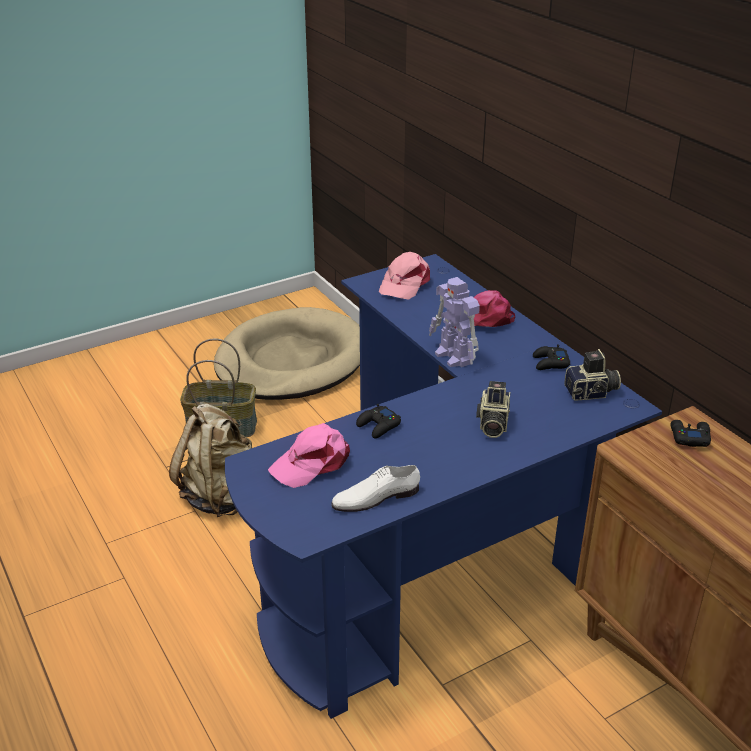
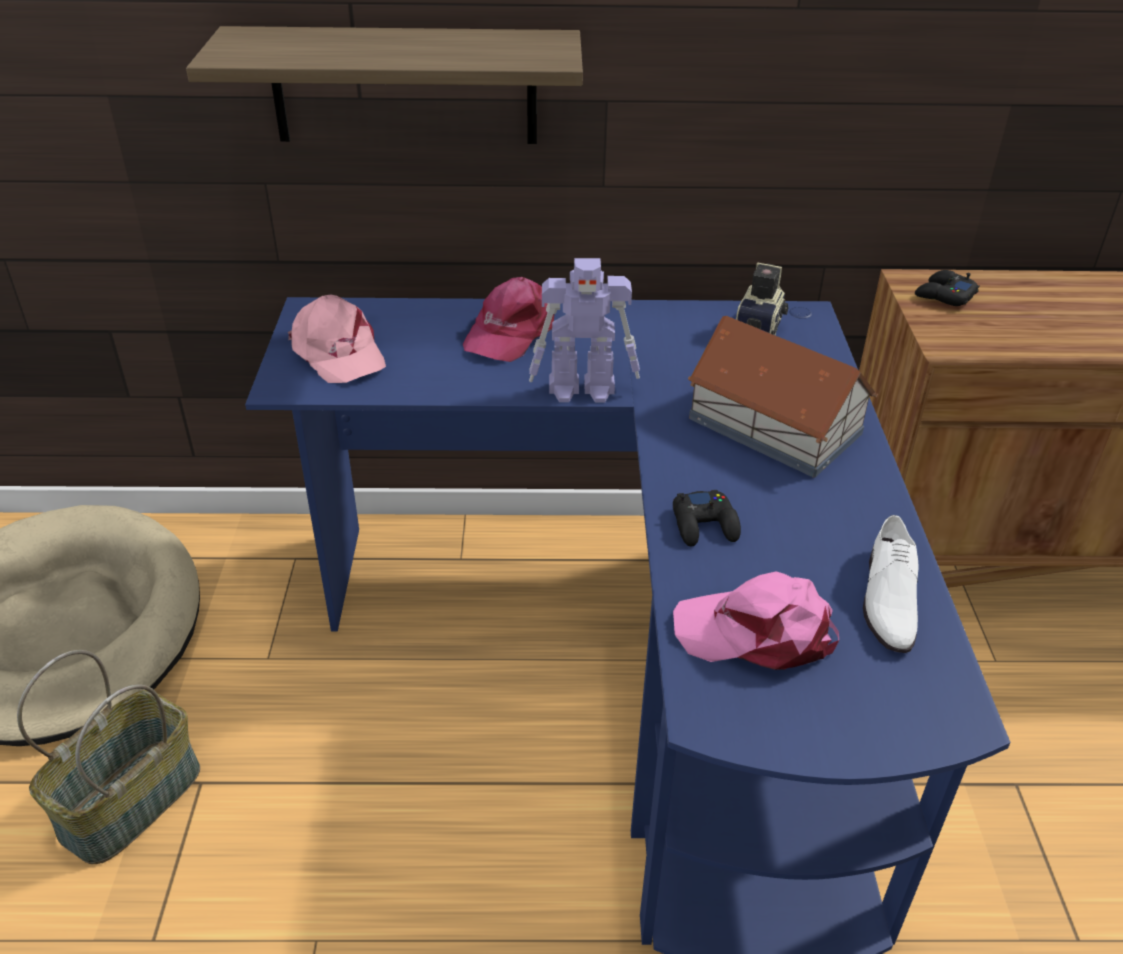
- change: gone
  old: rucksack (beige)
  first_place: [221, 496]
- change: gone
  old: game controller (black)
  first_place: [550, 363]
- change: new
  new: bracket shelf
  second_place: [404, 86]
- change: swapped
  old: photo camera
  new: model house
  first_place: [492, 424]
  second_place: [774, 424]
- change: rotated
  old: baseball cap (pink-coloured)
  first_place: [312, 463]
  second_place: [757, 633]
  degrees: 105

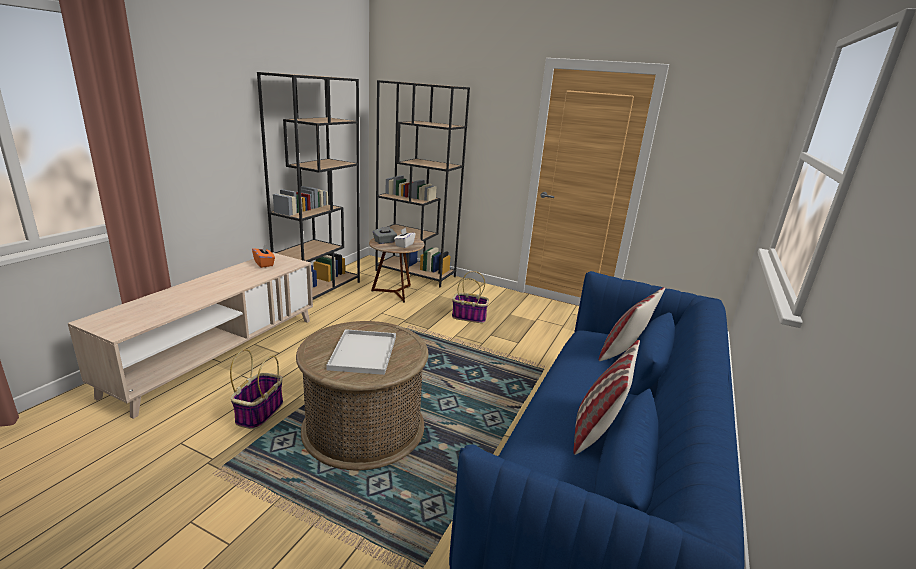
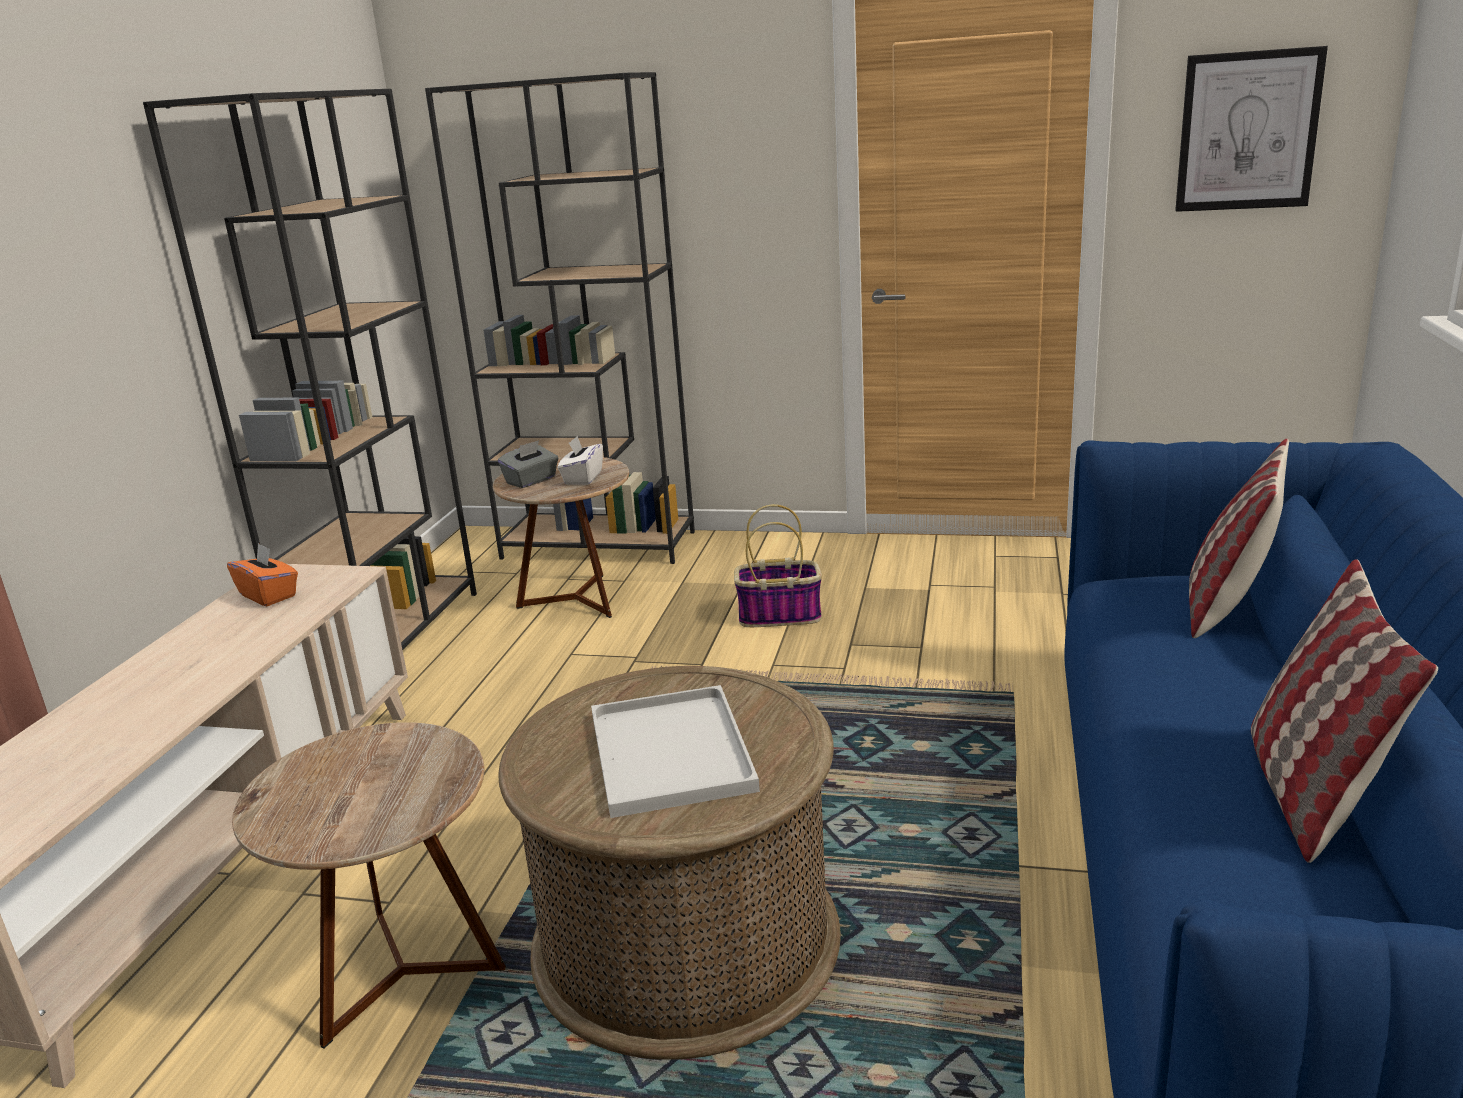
- change: new
  new: picture
  second_place: [1247, 131]
- change: swapped
  old: basket
  new: side table (brownish)
  first_place: [260, 412]
  second_place: [404, 974]

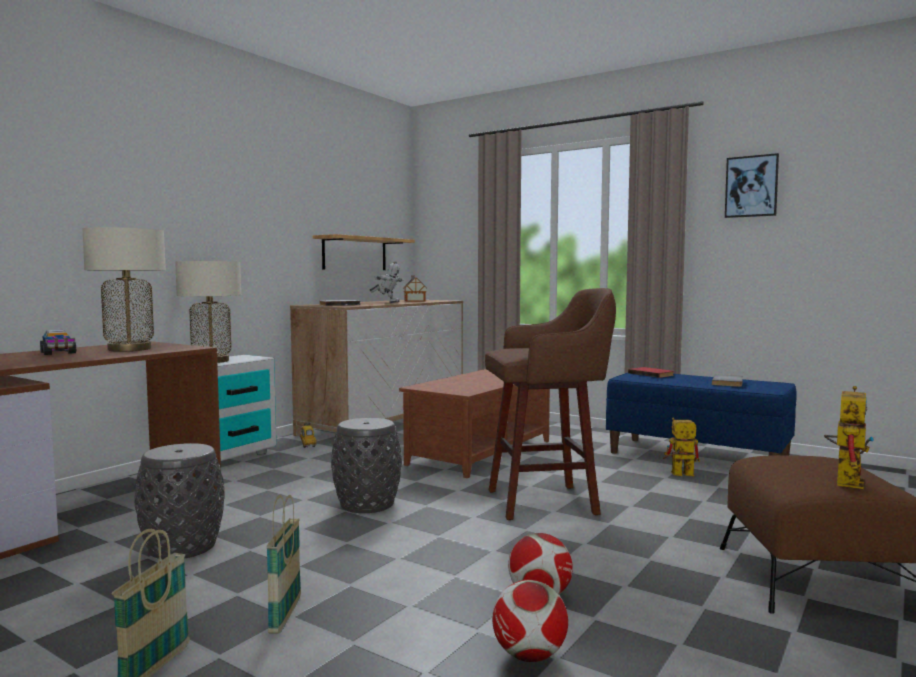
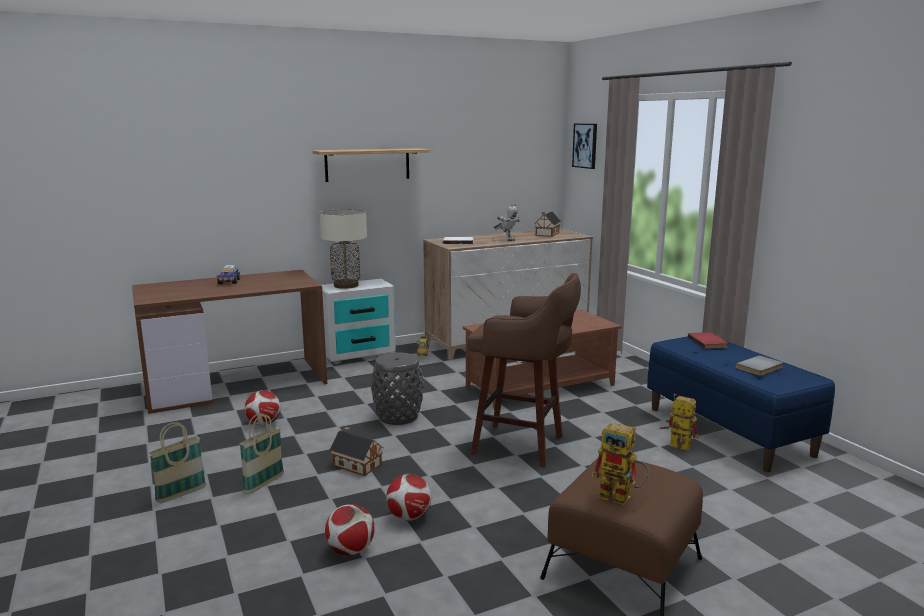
- change: gone
  old: tabletop lamp
  first_place: [129, 349]
- change: new
  new: model house
  second_place: [356, 464]
- change: shifted
  old: bracket shelf
  first_place: [355, 254]
  second_place: [367, 164]
- change: shifted
  old: picture
  first_place: [751, 186]
  second_place: [585, 145]
- change: swapped
  old: sitting stool (greyish)
  new: ball for football
  first_place: [182, 547]
  second_place: [263, 423]
- change: rotated
  old: model robot
  first_place: [845, 480]
  second_place: [622, 497]
  degrees: 60

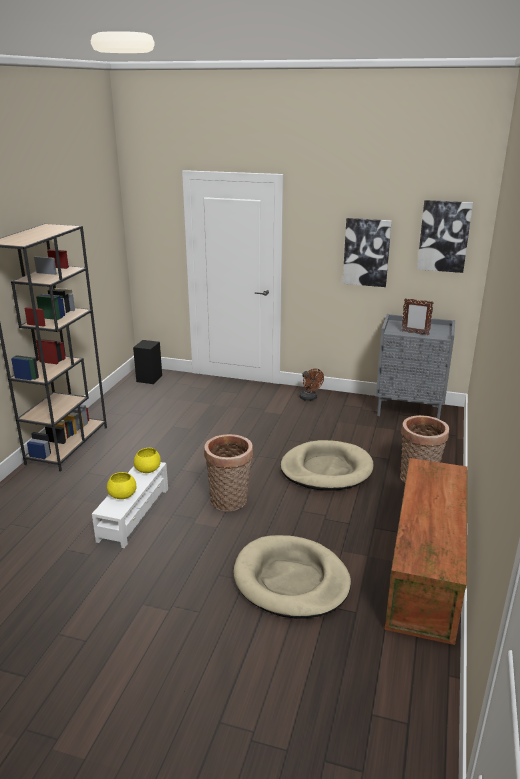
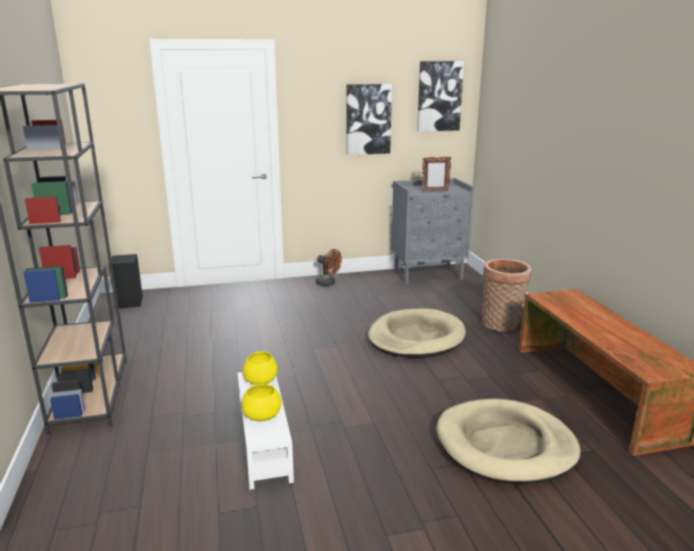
- change: gone
  old: basket
  first_place: [229, 502]

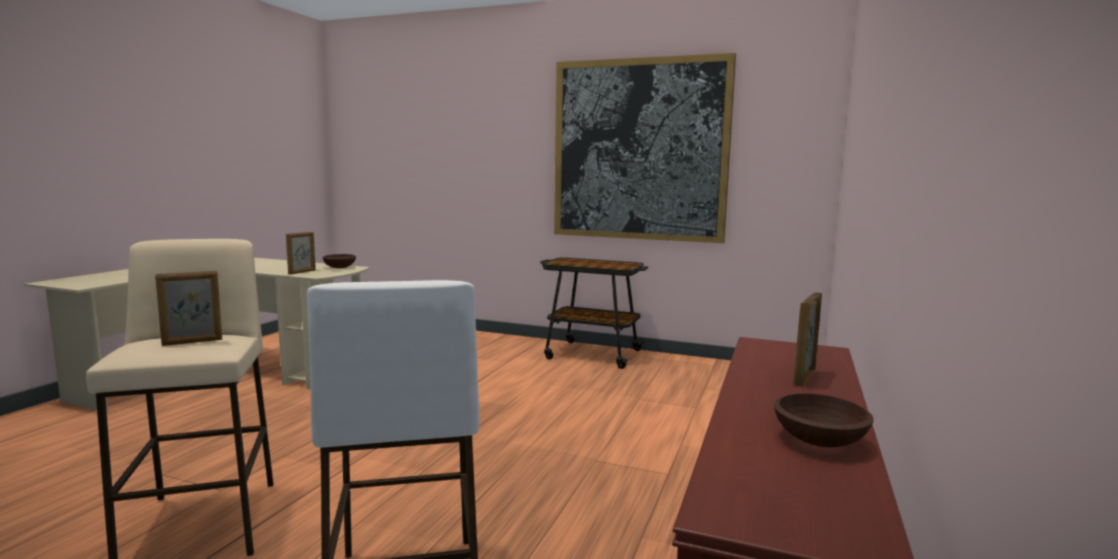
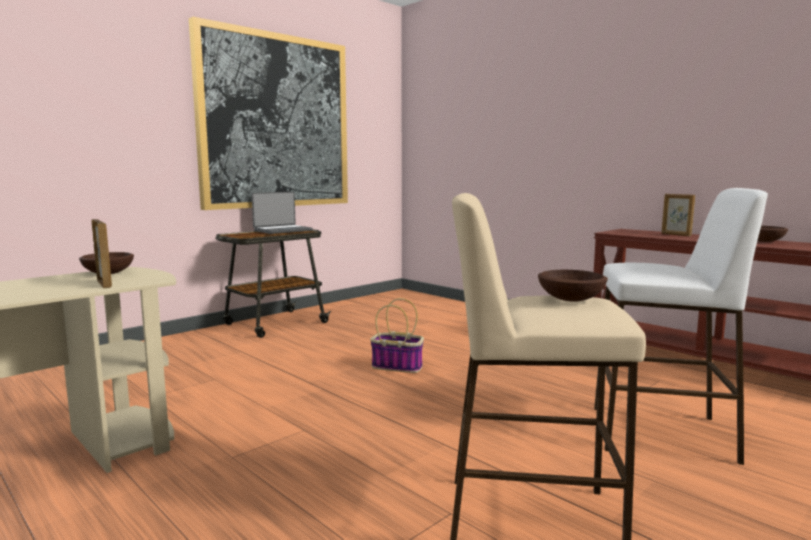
- change: new
  new: laptop
  second_place: [282, 230]
- change: new
  new: basket
  second_place: [398, 366]
- change: swapped
  old: photo frame
  new: deep dish (brownish)
  first_place: [192, 342]
  second_place: [569, 299]

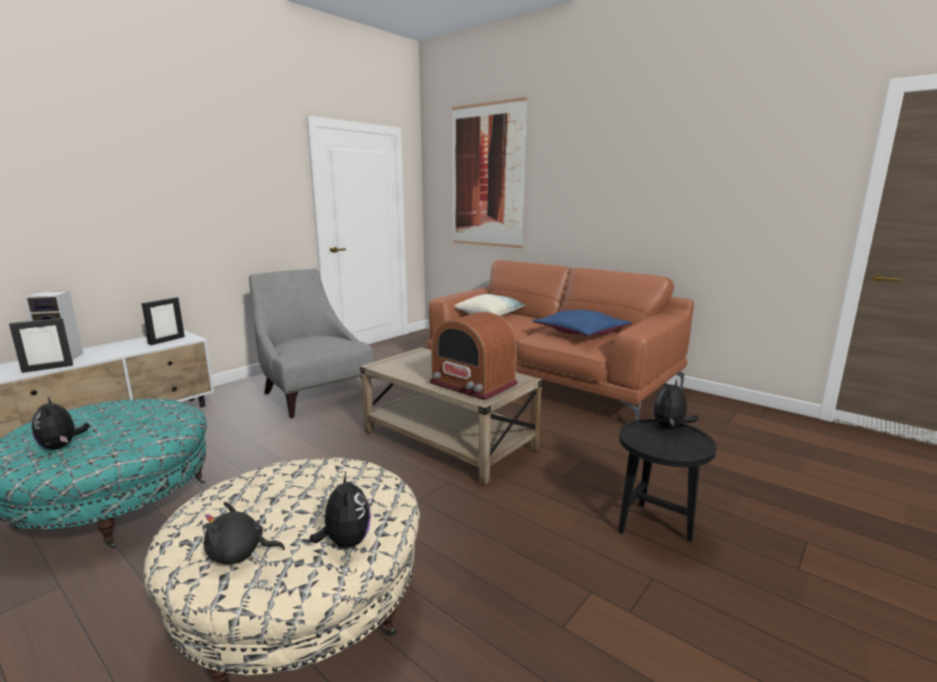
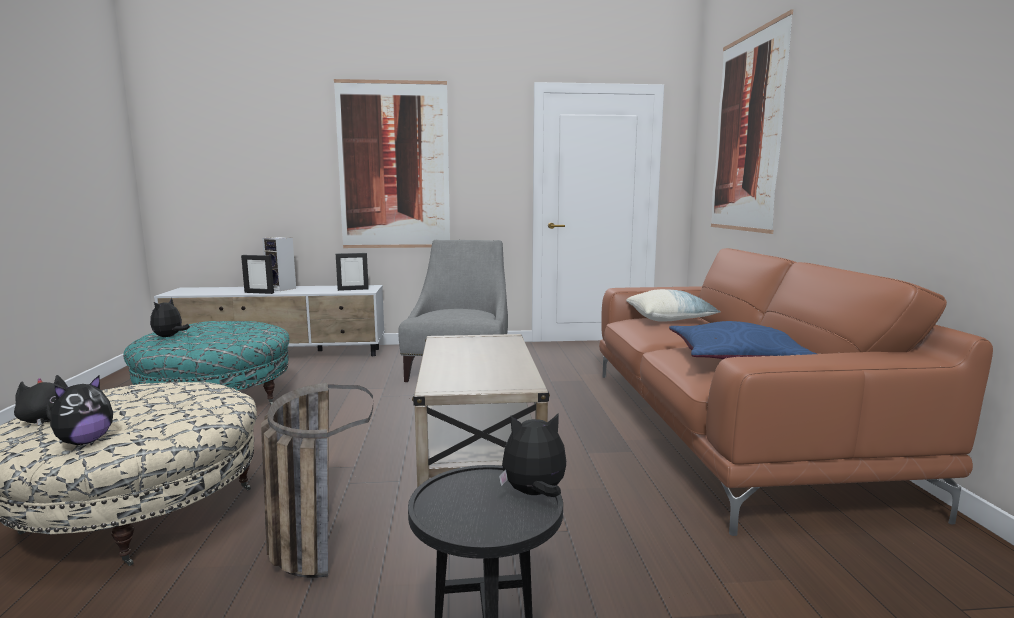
- change: gone
  old: radio set
  first_place: [473, 384]
- change: new
  new: basket
  second_place: [311, 537]
- change: new
  new: picture
  second_place: [394, 166]

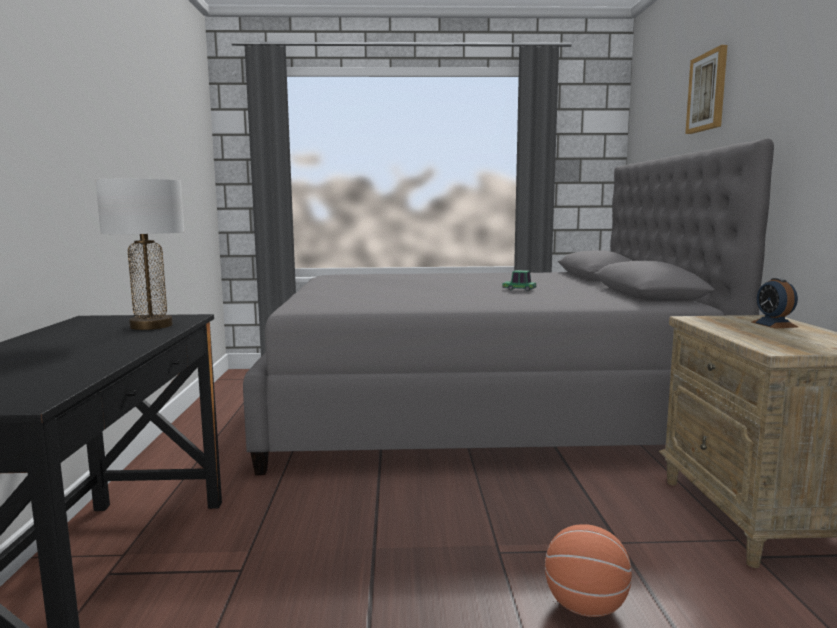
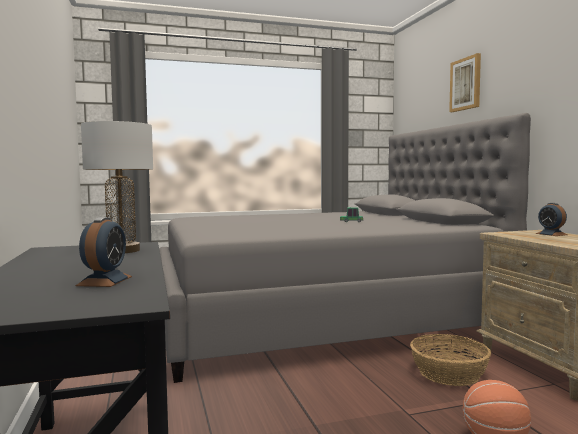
- change: new
  new: table clock
  second_place: [104, 281]
- change: new
  new: basket
  second_place: [448, 373]

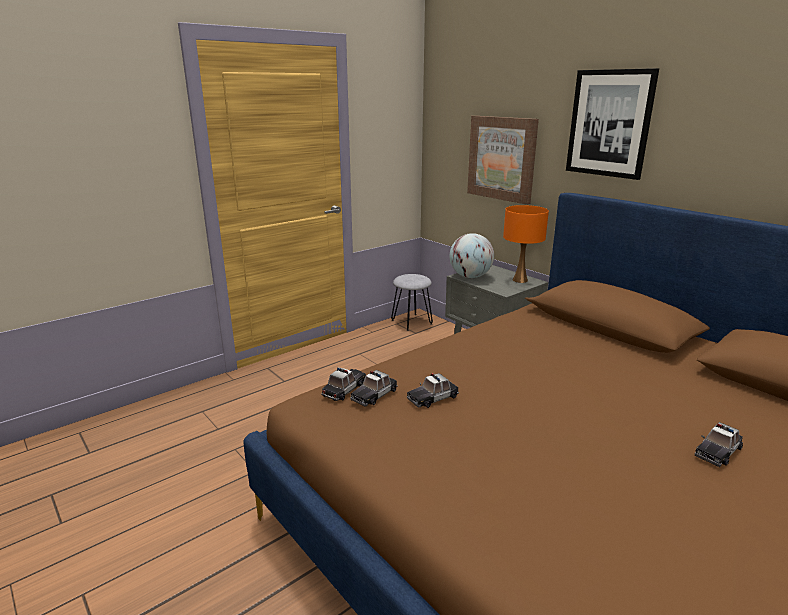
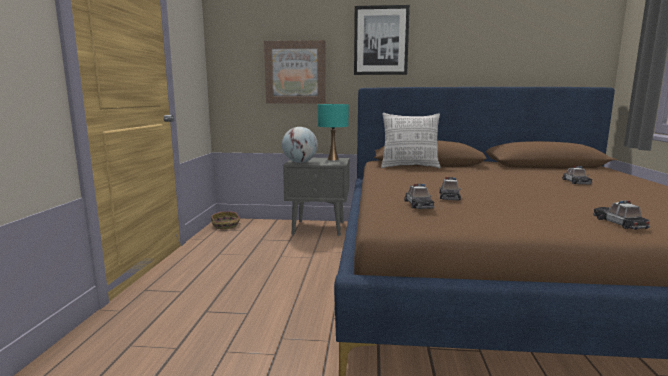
- change: new
  new: cushion
  second_place: [409, 167]
- change: shifted
  old: toy car
  first_place: [344, 389]
  second_place: [619, 222]
- change: swapped
  old: sitting stool (greyish)
  new: basket
  first_place: [411, 322]
  second_place: [226, 226]
- change: repainted
  old: tabletop lamp (orange)
  new: tabletop lamp (blue-green)
  first_place: [520, 280]
  second_place: [333, 159]

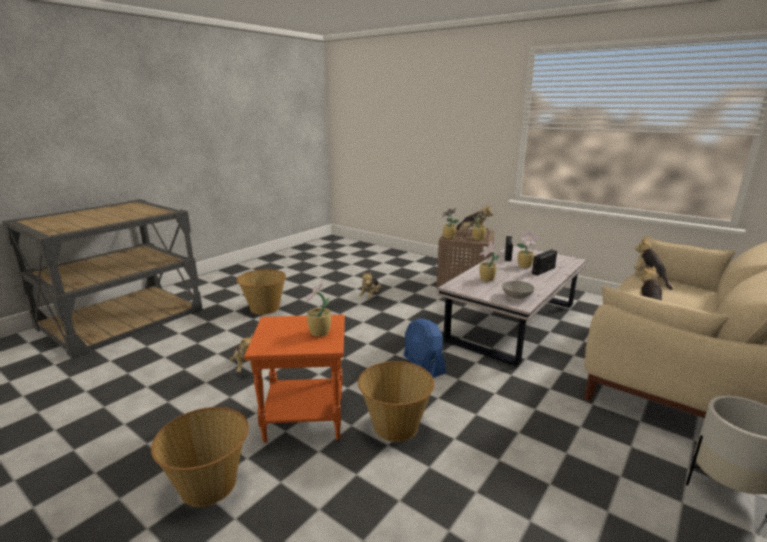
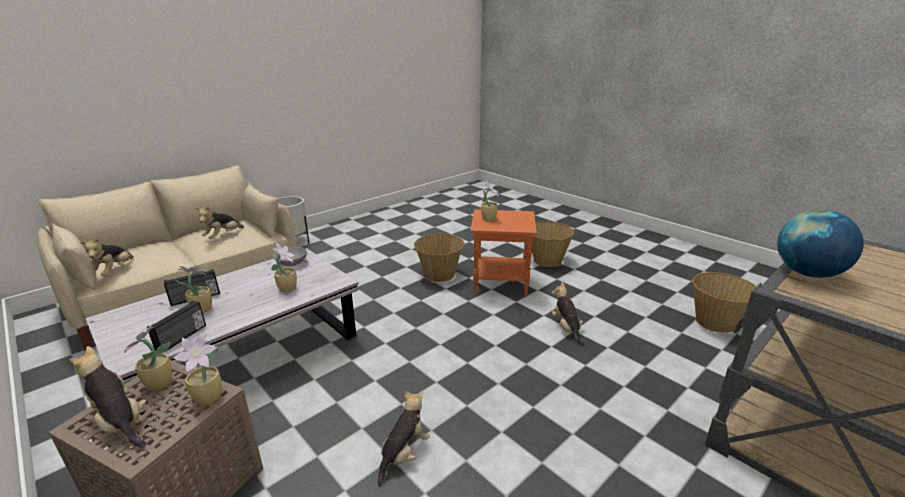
- change: gone
  old: electric fan (blue-coloured)
  first_place: [423, 365]
- change: new
  new: world globe
  second_place: [807, 273]
- change: shifted
  old: basket
  first_place: [264, 308]
  second_place: [715, 322]

